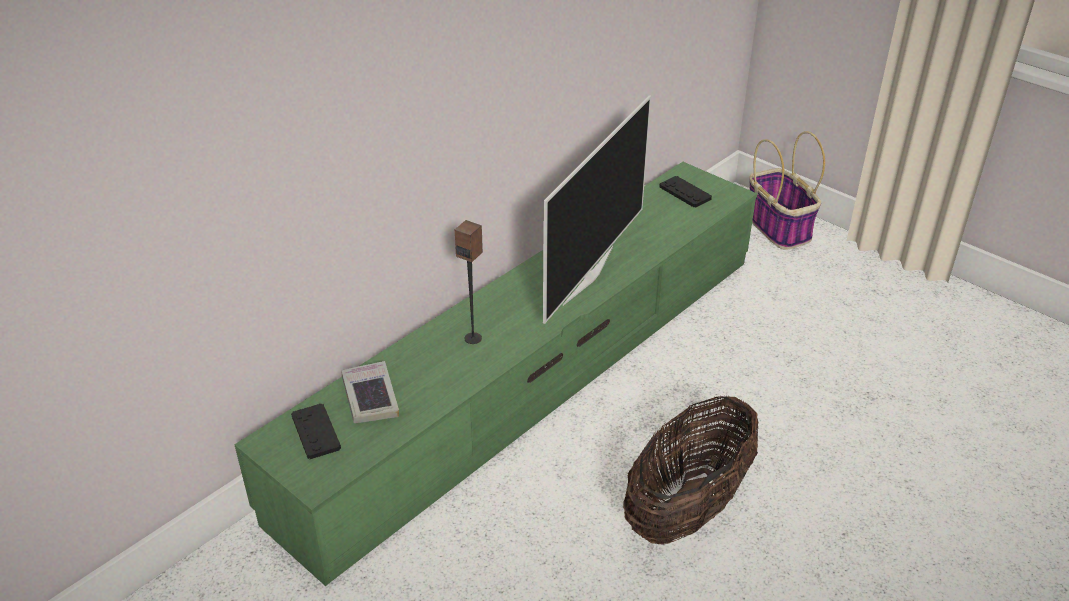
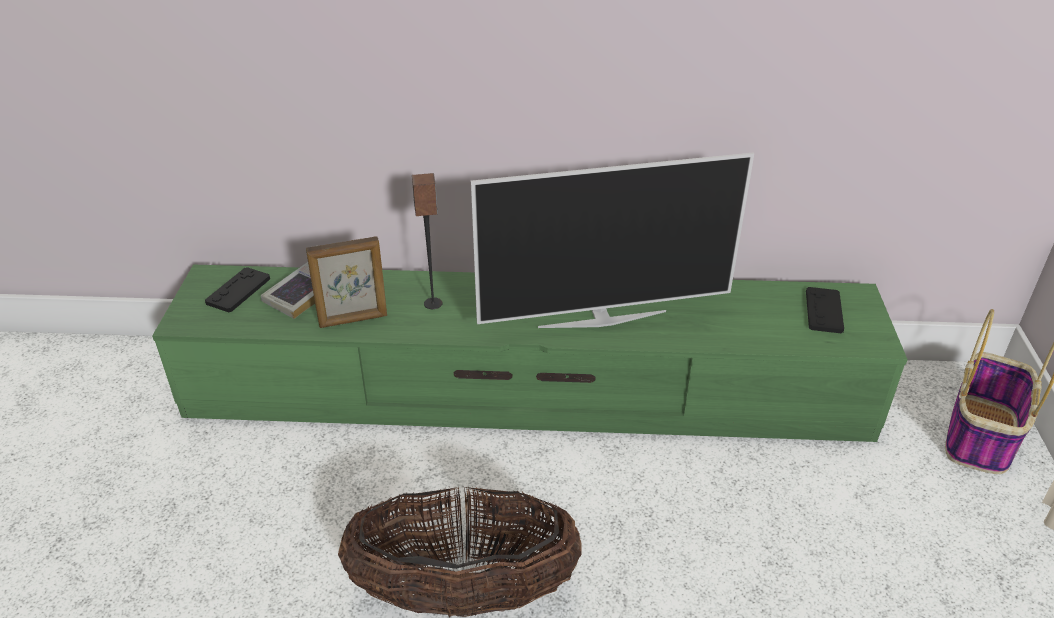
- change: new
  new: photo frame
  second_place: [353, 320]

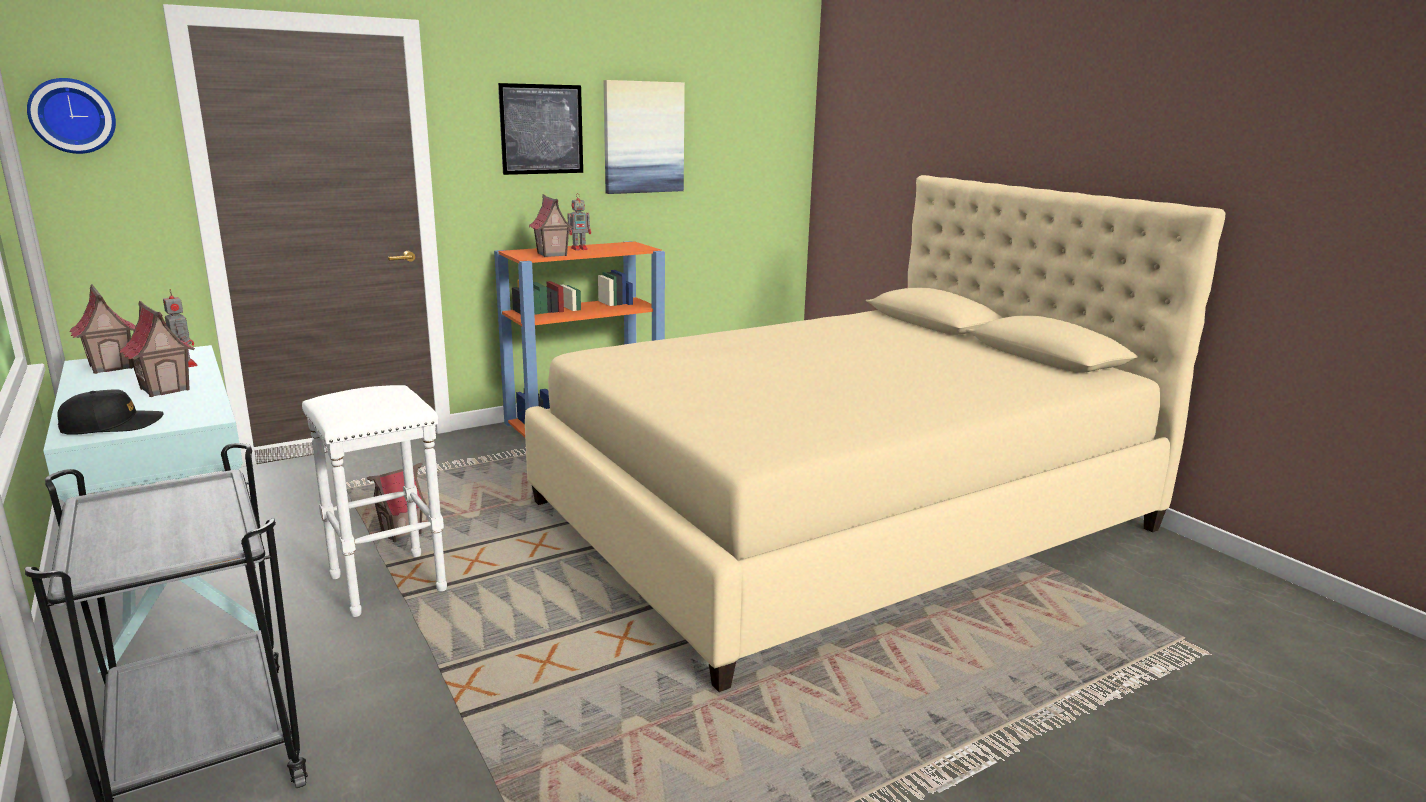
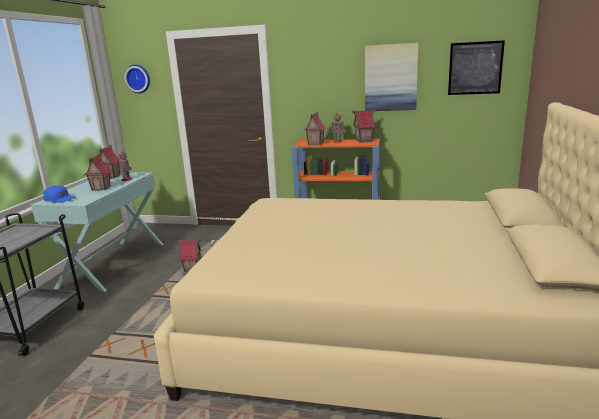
- change: gone
  old: sitting stool (white)
  first_place: [389, 581]
- change: new
  new: model house
  second_place: [363, 141]
- change: shifted
  old: picture
  first_place: [541, 129]
  second_place: [475, 68]
- change: repainted
  old: baseball cap (black)
  new: baseball cap (blue-coloured)
  first_place: [112, 425]
  second_place: [60, 199]

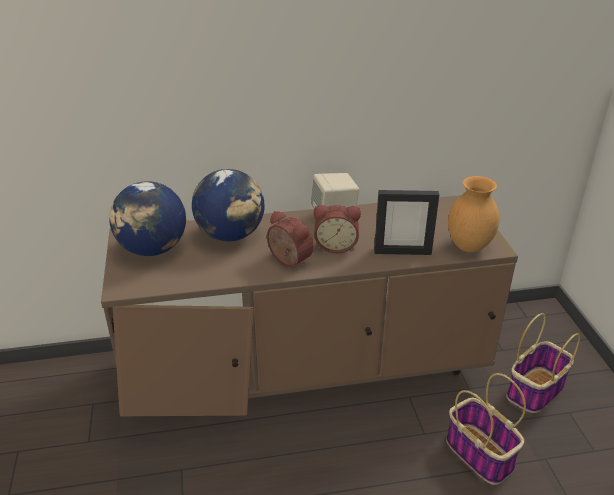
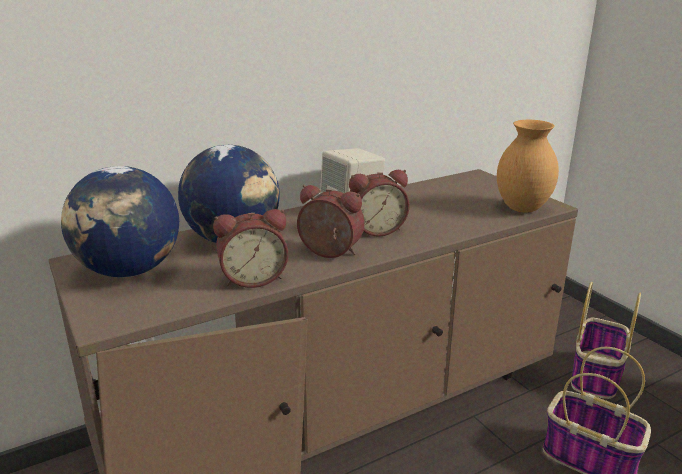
- change: gone
  old: photo frame
  first_place: [402, 251]
- change: new
  new: table clock
  second_place: [253, 278]

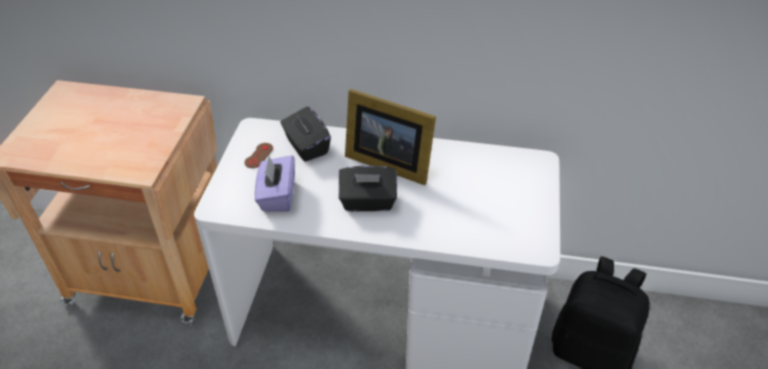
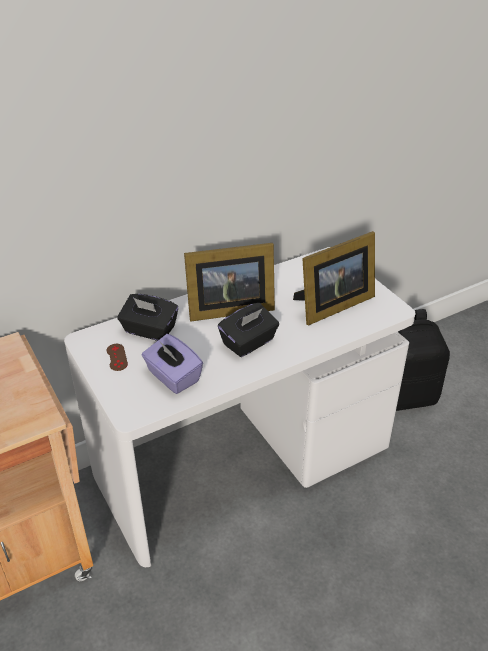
- change: new
  new: photo frame
  second_place: [332, 305]

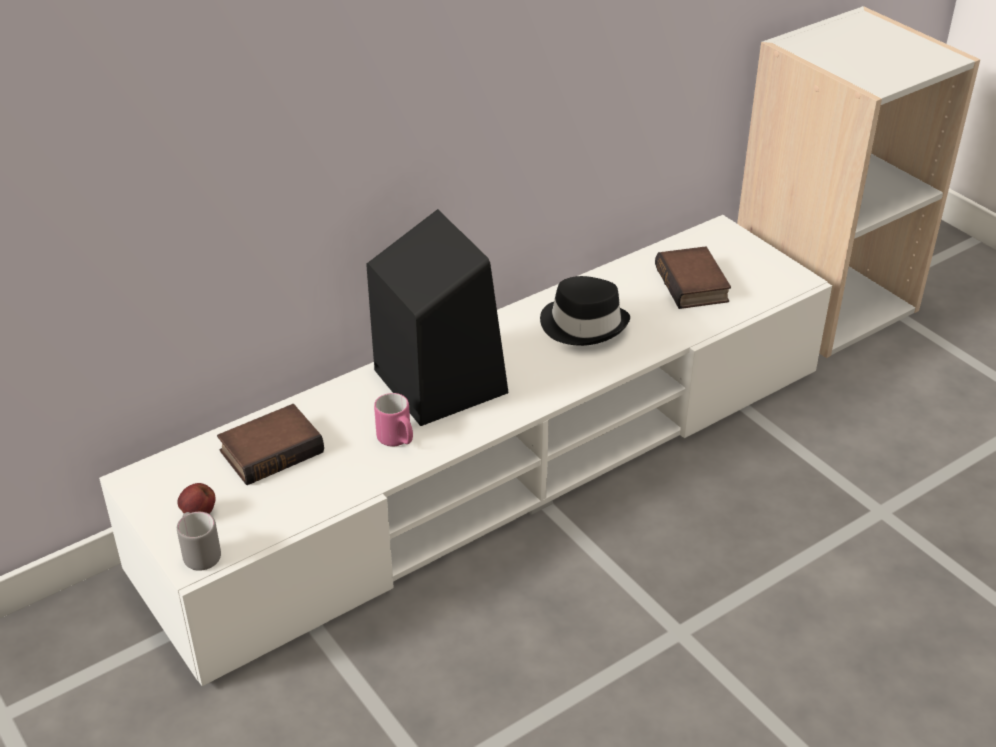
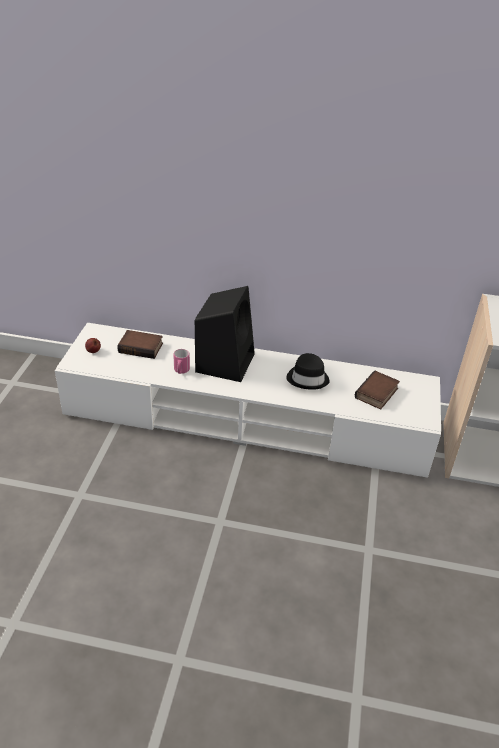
- change: gone
  old: tea mug (greyish)
  first_place: [199, 554]

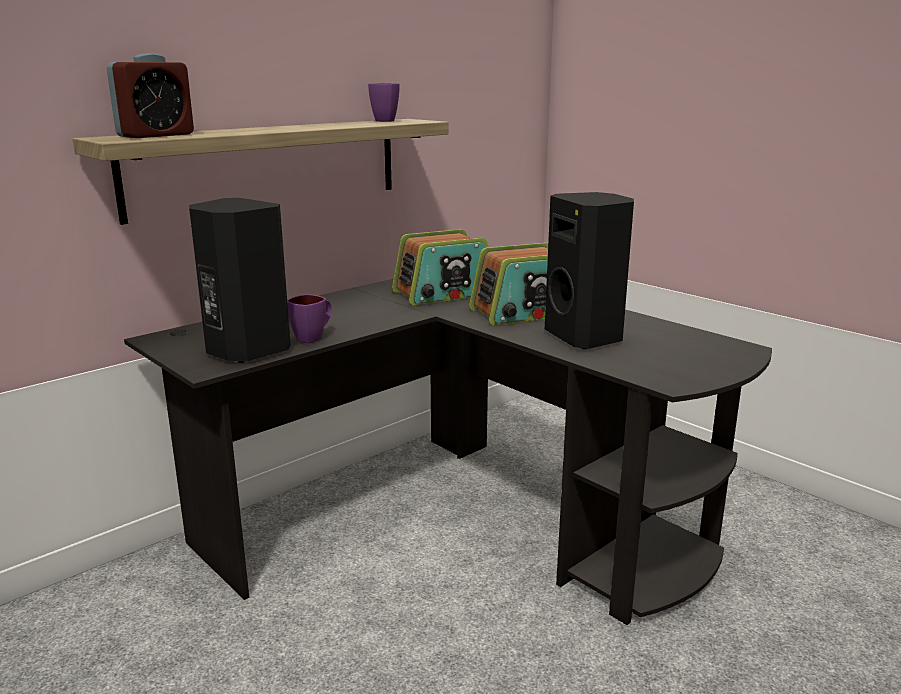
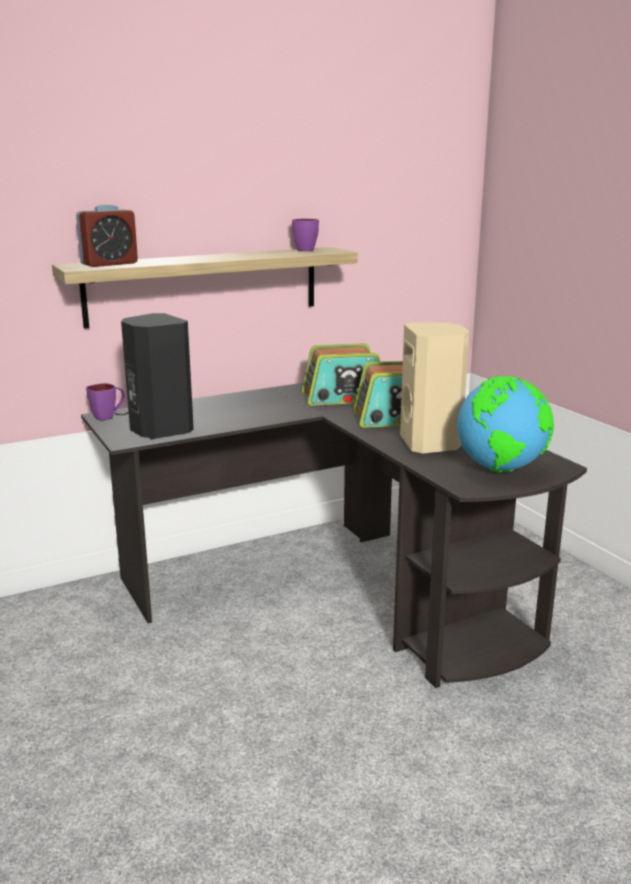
- change: new
  new: world globe
  second_place: [501, 469]
- change: shifted
  old: tea mug (purplish)
  first_place: [313, 337]
  second_place: [108, 417]
- change: repainted
  old: loudspeaker (black)
  new: loudspeaker (beige)
  first_place: [586, 337]
  second_place: [431, 444]

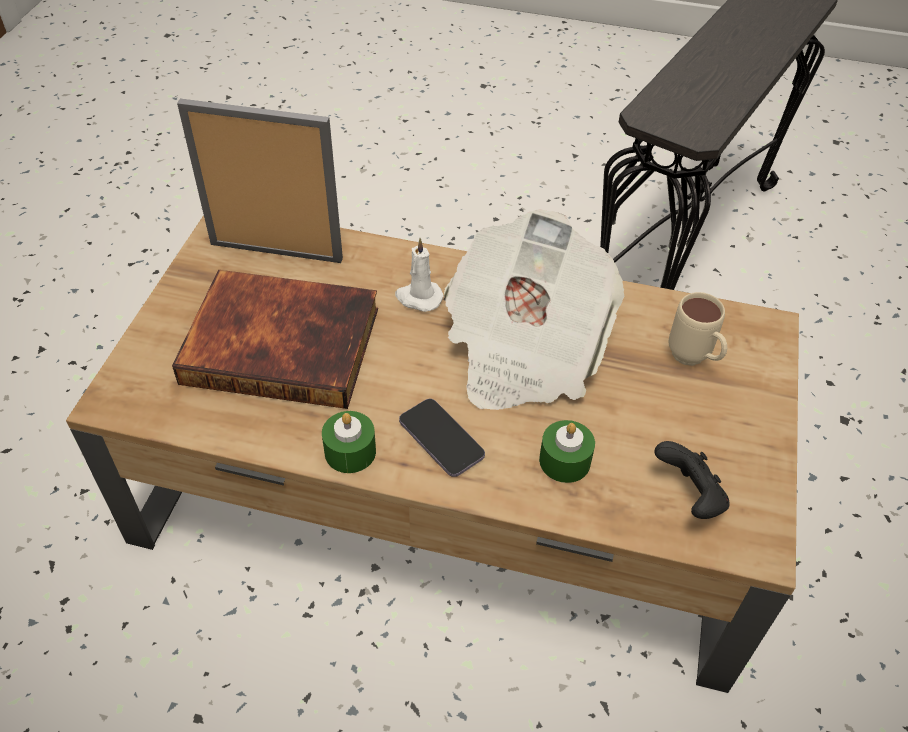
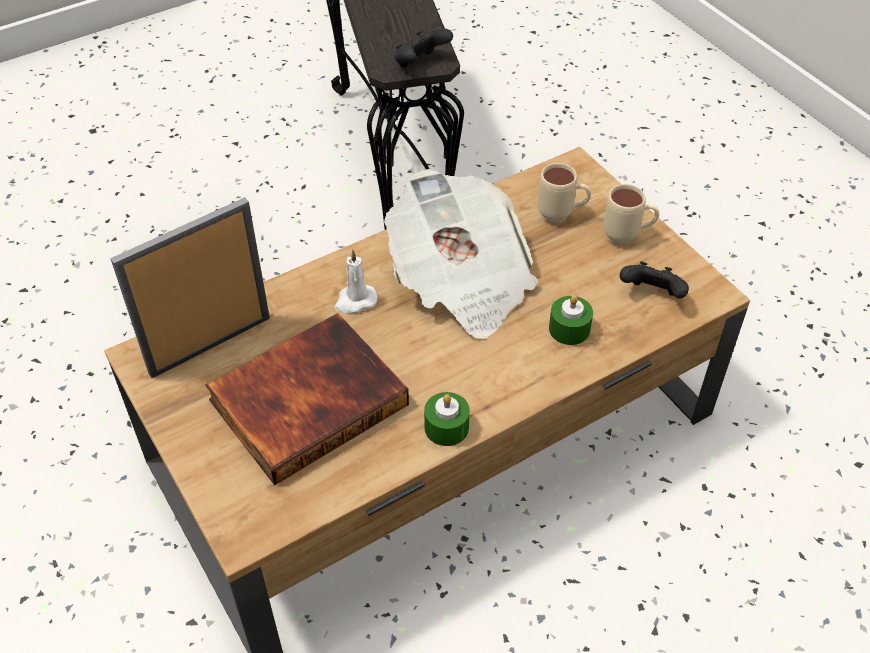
- change: gone
  old: phone
  first_place: [441, 439]
- change: new
  new: game controller (black)
  second_place: [420, 64]
- change: new
  new: tea mug (beige)
  second_place: [627, 237]

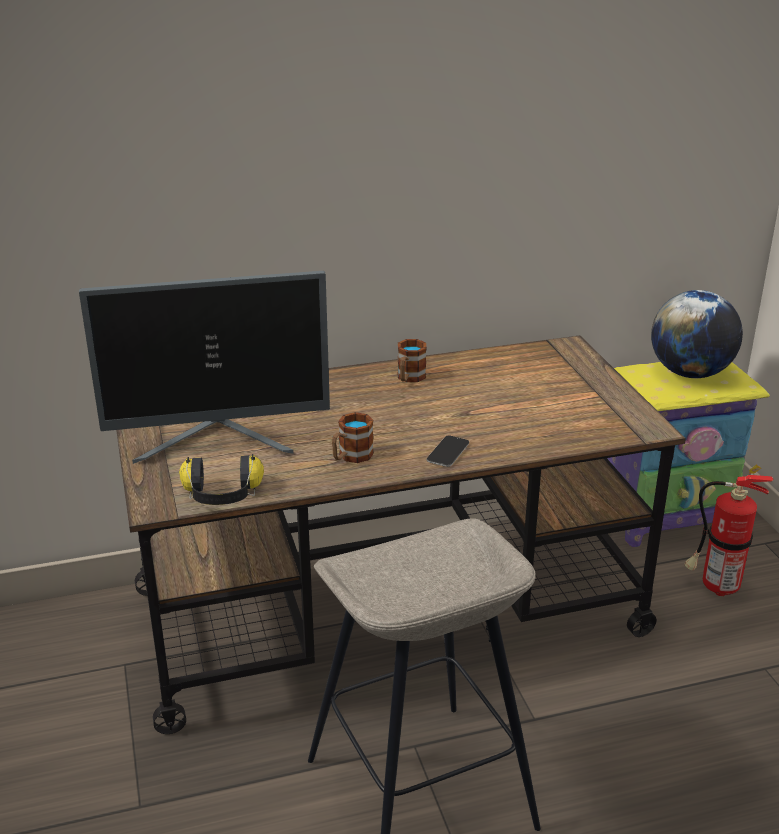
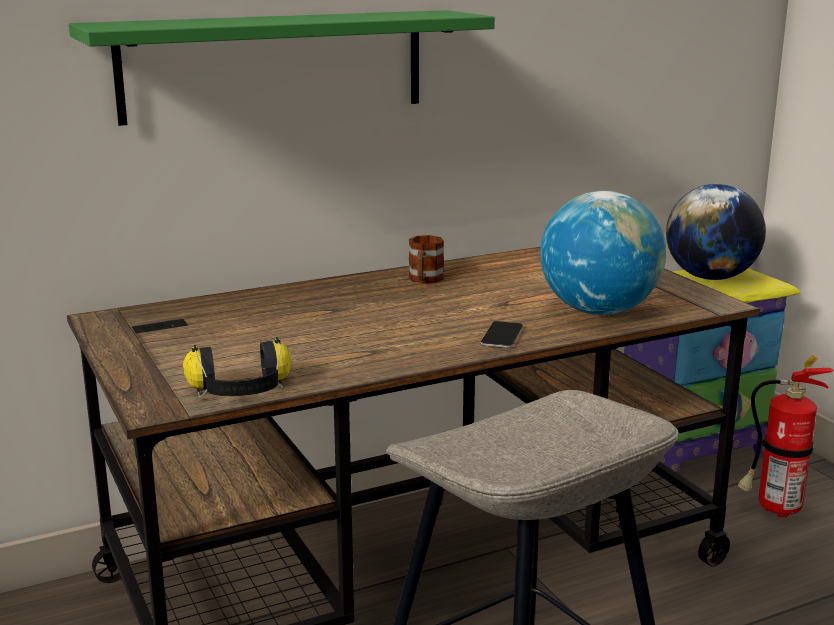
- change: gone
  old: monitor
  first_place: [218, 441]
- change: gone
  old: tea mug
  first_place: [351, 457]
- change: new
  new: bracket shelf (greenish)
  second_place: [275, 65]
- change: new
  new: world globe
  second_place: [598, 311]

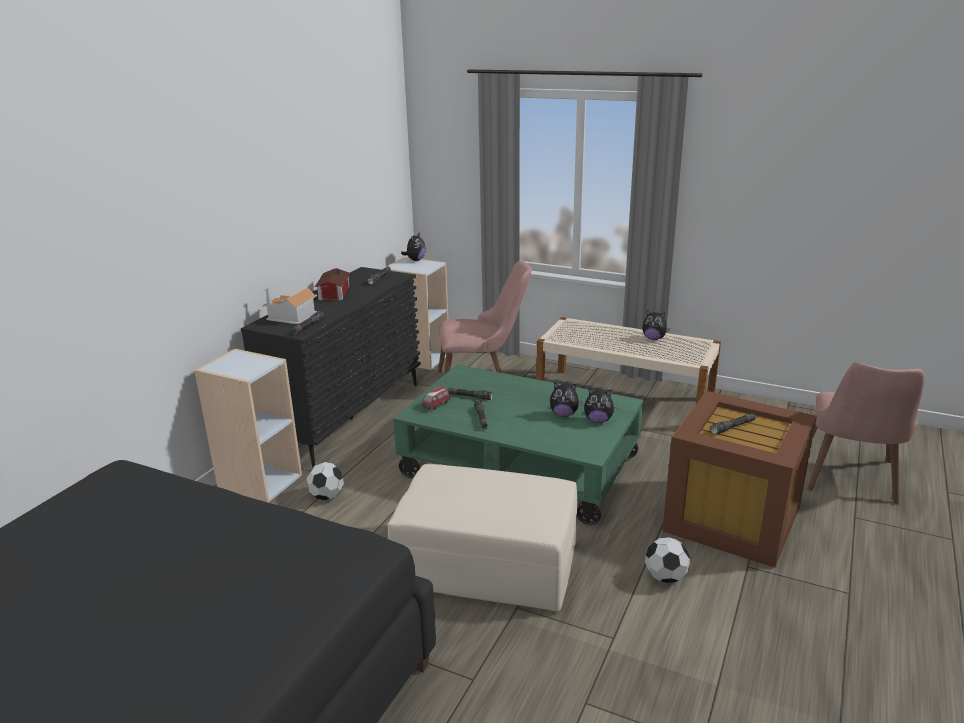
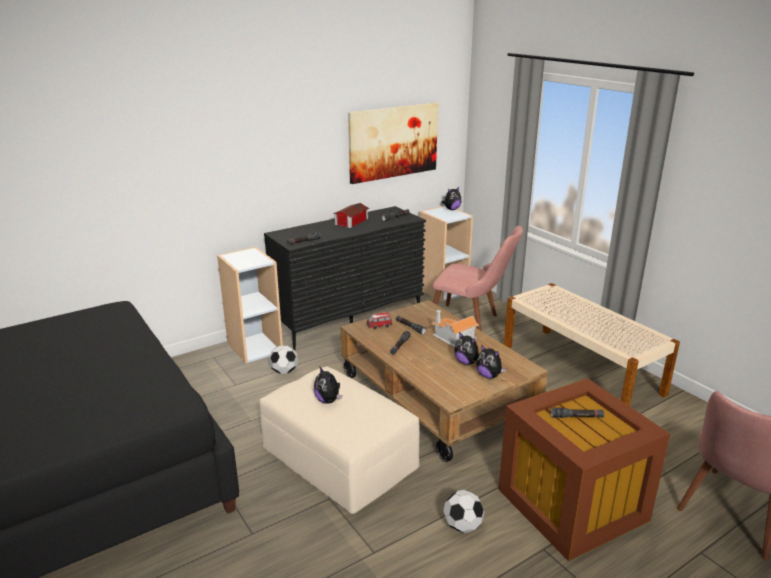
- change: new
  new: picture
  second_place: [393, 142]
- change: shifted
  old: model house
  first_place: [291, 317]
  second_place: [453, 338]
- change: shifted
  old: plush toy
  first_place: [654, 338]
  second_place: [328, 400]
- change: repainted
  old: lounge table (greenish)
  new: lounge table (brownish)
  first_place: [520, 466]
  second_place: [436, 396]

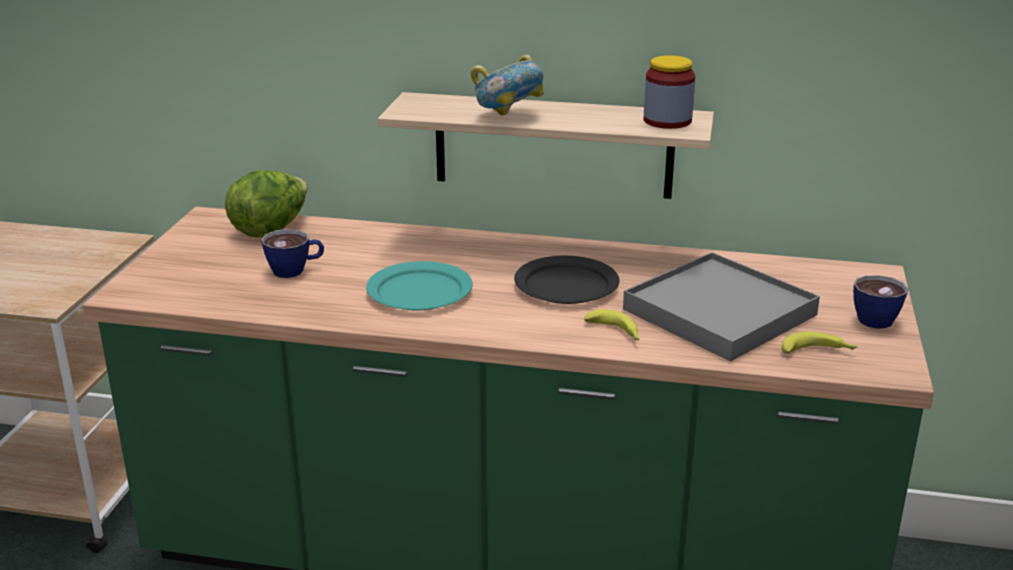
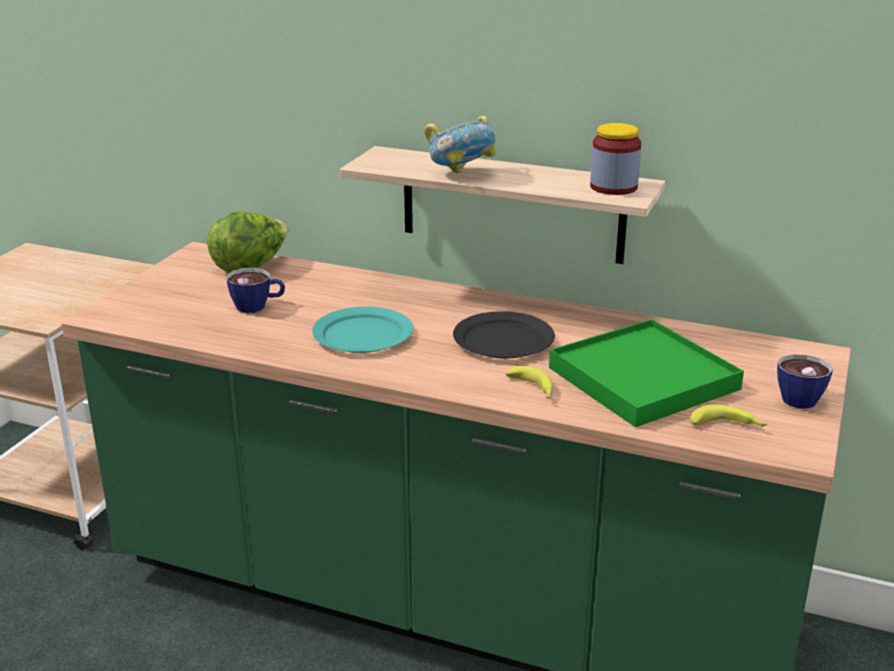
- change: repainted
  old: serving tray (greyish)
  new: serving tray (greenish)
  first_place: [720, 312]
  second_place: [643, 378]

